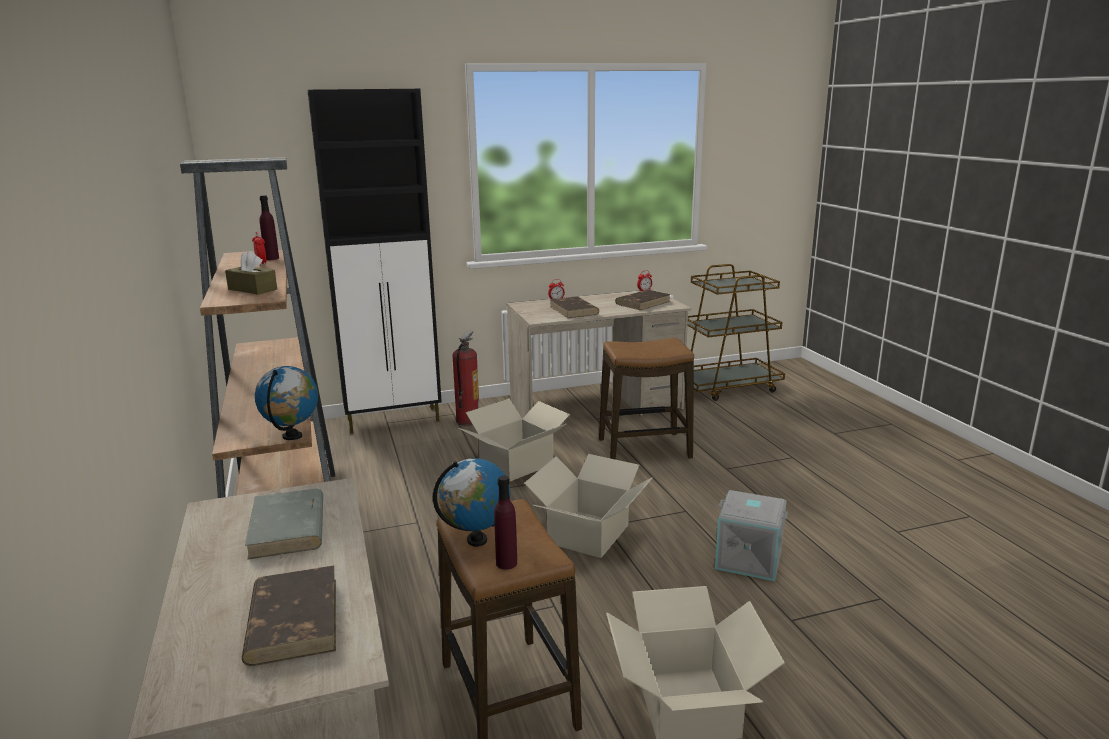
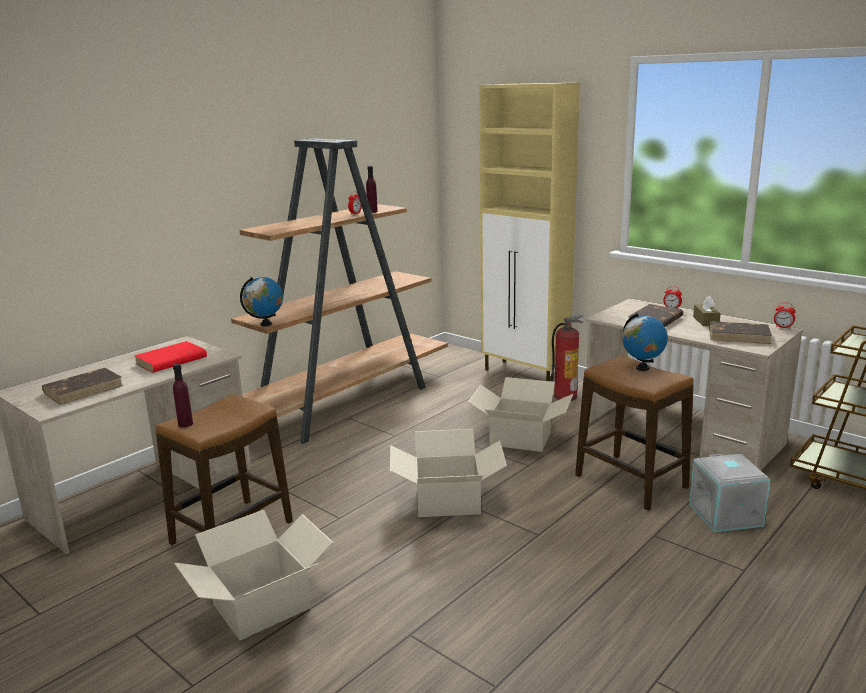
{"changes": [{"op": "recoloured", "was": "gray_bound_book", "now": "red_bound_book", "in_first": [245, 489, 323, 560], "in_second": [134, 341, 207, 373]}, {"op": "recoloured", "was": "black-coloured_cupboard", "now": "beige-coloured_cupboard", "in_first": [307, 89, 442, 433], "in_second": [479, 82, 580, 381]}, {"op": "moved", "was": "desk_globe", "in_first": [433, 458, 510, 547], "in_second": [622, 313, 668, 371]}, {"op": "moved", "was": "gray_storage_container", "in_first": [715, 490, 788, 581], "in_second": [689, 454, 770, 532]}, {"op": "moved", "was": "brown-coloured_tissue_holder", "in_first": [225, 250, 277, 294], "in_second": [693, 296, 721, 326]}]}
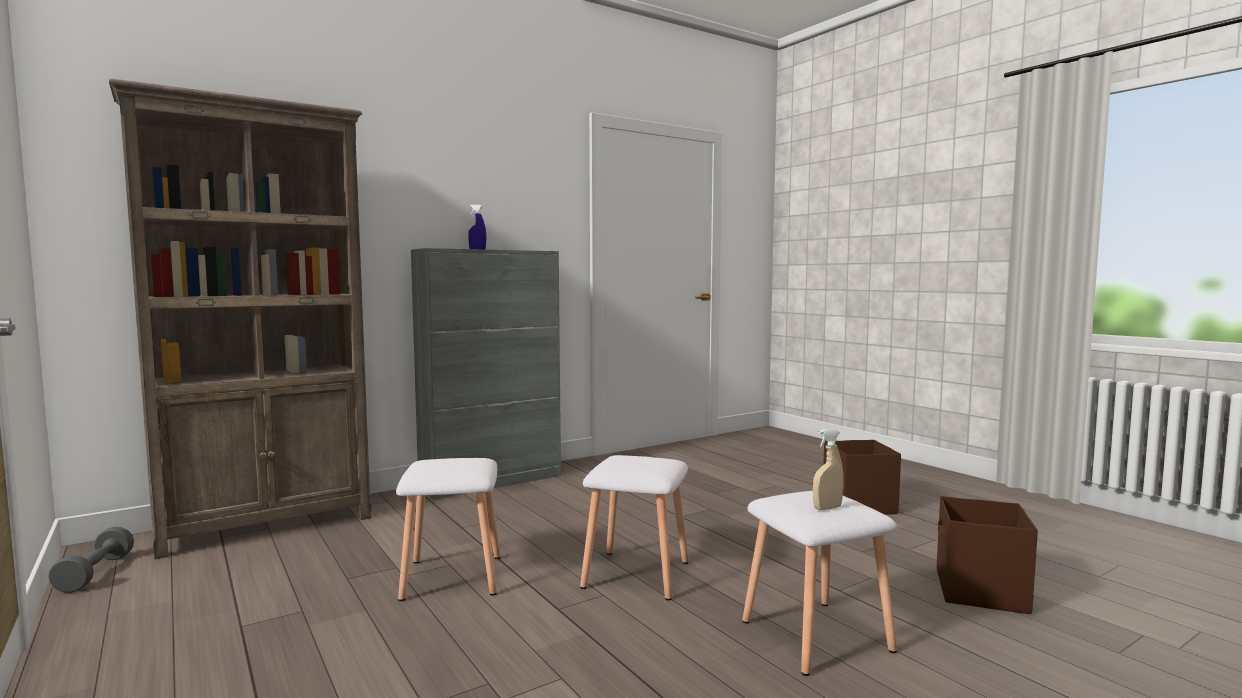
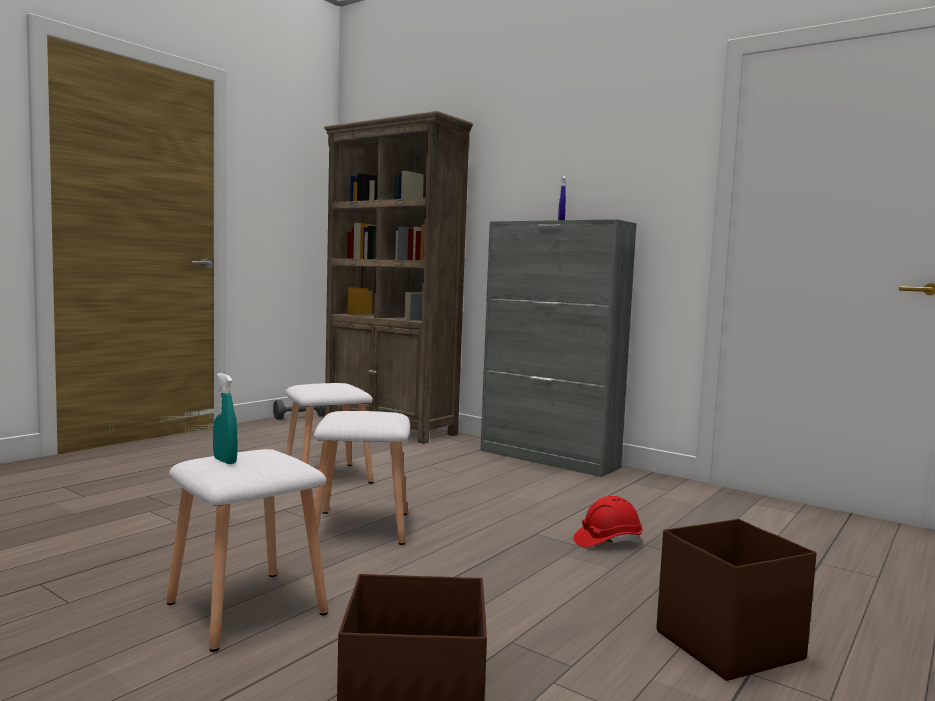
{"changes": [{"op": "recoloured", "was": "beige-coloured_spray_bottle", "now": "turquoise_spray_bottle", "in_first": [813, 429, 844, 510], "in_second": [213, 373, 238, 464]}, {"op": "added", "now": "red_work_helmet", "in_second": [573, 496, 643, 547]}]}
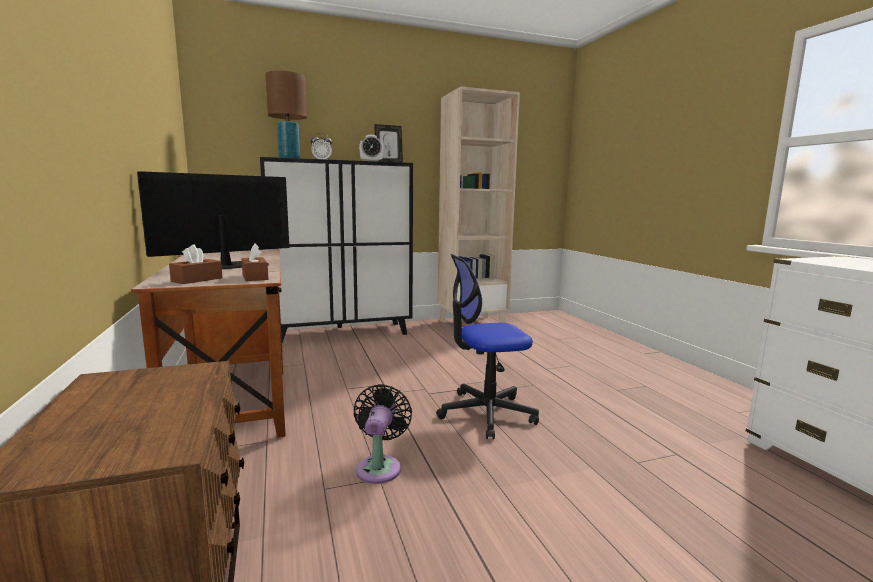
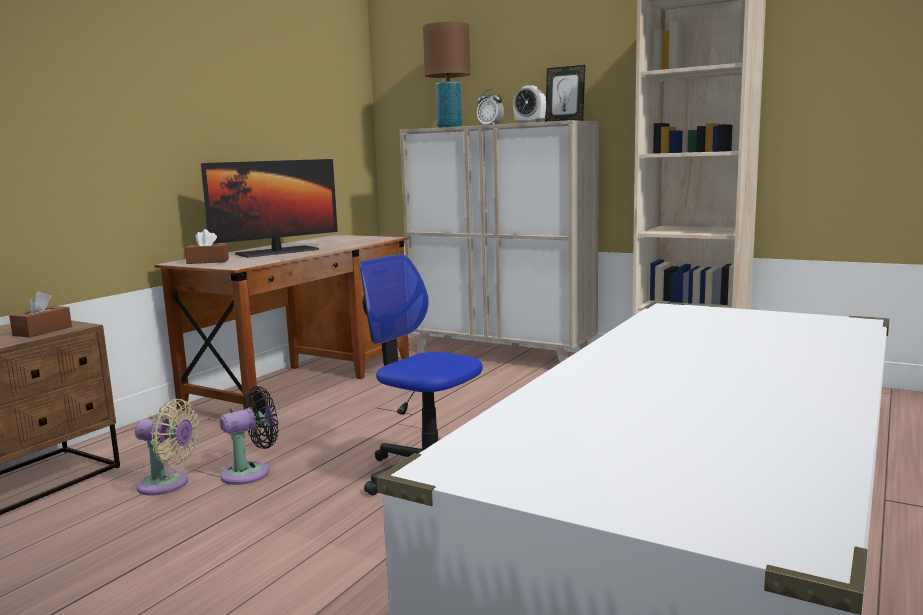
{"changes": [{"op": "moved", "was": "brown-coloured_tissue_holder", "in_first": [242, 243, 269, 281], "in_second": [9, 291, 72, 338]}, {"op": "added", "now": "beige-coloured_electric_fan", "in_second": [135, 399, 199, 495]}, {"op": "turned", "was": "monitor", "in_first": [137, 171, 289, 269], "in_second": [201, 159, 338, 258], "clockwise": 135}, {"op": "recoloured", "was": "black-coloured_cupboard", "now": "beige-coloured_cupboard", "in_first": [260, 157, 413, 343], "in_second": [400, 120, 599, 363]}]}
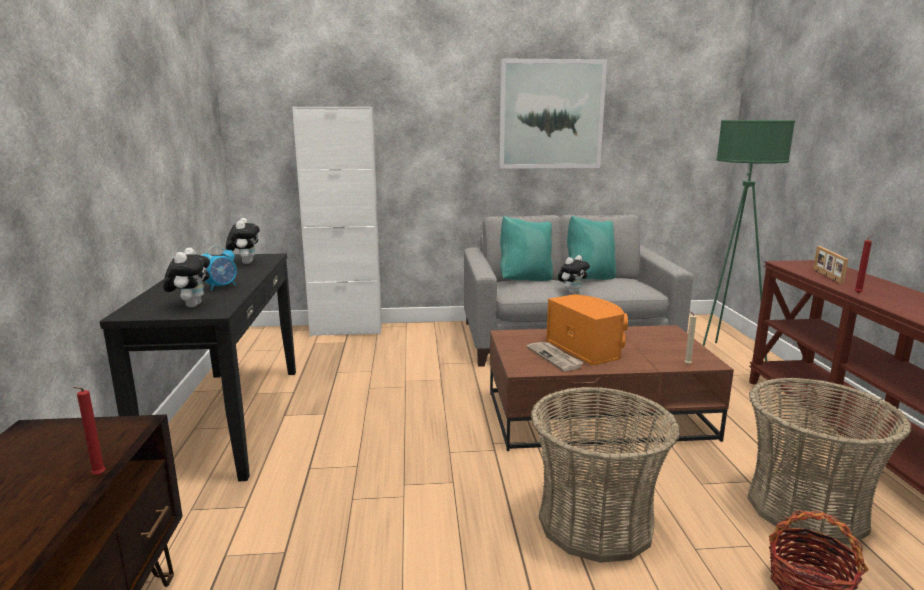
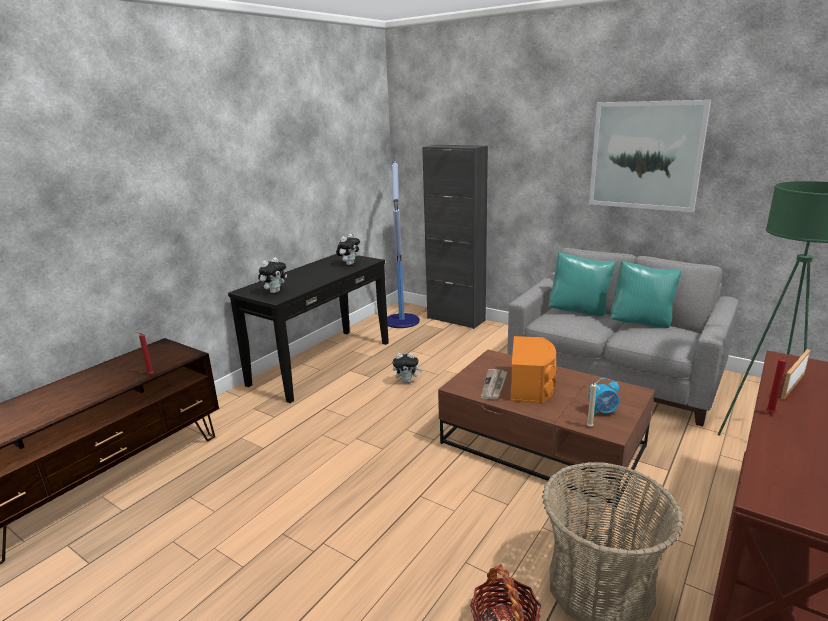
{"changes": [{"op": "added", "now": "standard_lamp", "in_second": [387, 161, 420, 328]}, {"op": "moved", "was": "soft_toy", "in_first": [558, 255, 590, 294], "in_second": [393, 353, 422, 383]}, {"op": "recoloured", "was": "whitish_cupboard", "now": "black-coloured_cupboard", "in_first": [292, 107, 382, 337], "in_second": [422, 145, 488, 329]}, {"op": "moved", "was": "alarm_clock", "in_first": [202, 246, 237, 291], "in_second": [588, 378, 619, 415]}, {"op": "removed", "was": "storage_basket", "in_first": [531, 387, 680, 563]}]}
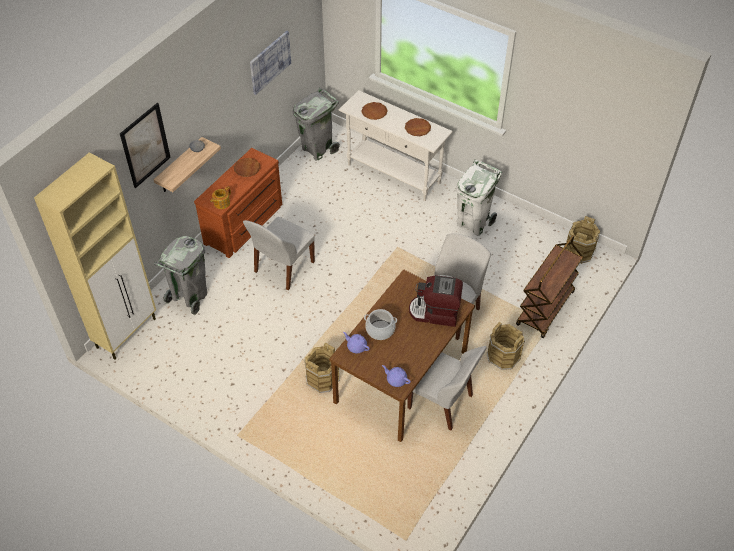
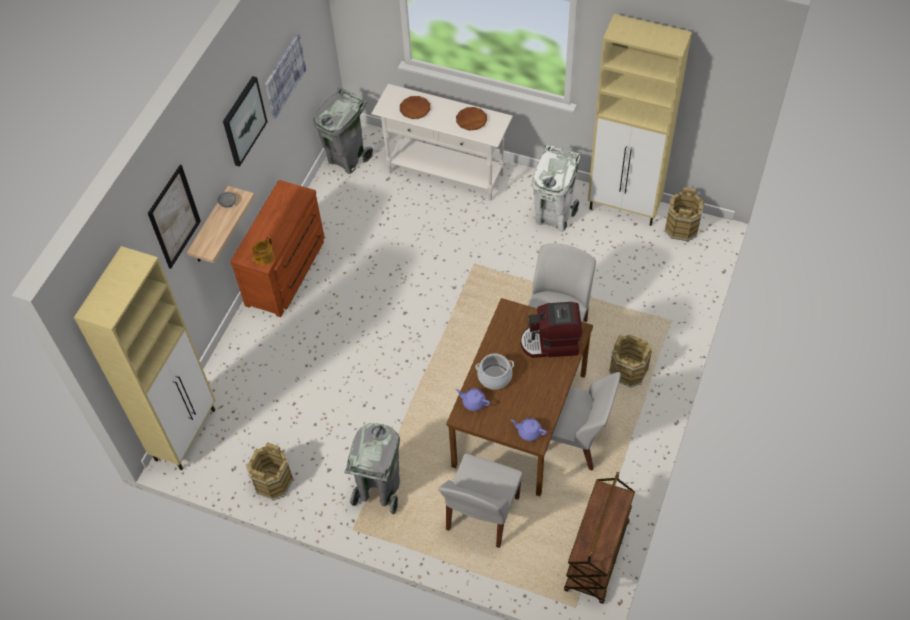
{"changes": [{"op": "added", "now": "picture", "in_second": [223, 76, 267, 167]}, {"op": "moved", "was": "brown-coloured_bucket", "in_first": [304, 343, 340, 393], "in_second": [246, 442, 294, 501]}, {"op": "moved", "was": "gray_rubbish_bin", "in_first": [154, 236, 207, 315], "in_second": [345, 423, 400, 514]}, {"op": "moved", "was": "whitish_upright_chair", "in_first": [243, 216, 315, 290], "in_second": [438, 454, 522, 548]}, {"op": "moved", "was": "brown-coloured_trolley", "in_first": [516, 235, 583, 338], "in_second": [564, 472, 635, 604]}, {"op": "added", "now": "beige-coloured_cupboard", "in_second": [588, 14, 692, 226]}, {"op": "removed", "was": "brown-coloured_dinner_plate", "in_first": [234, 158, 260, 177]}]}
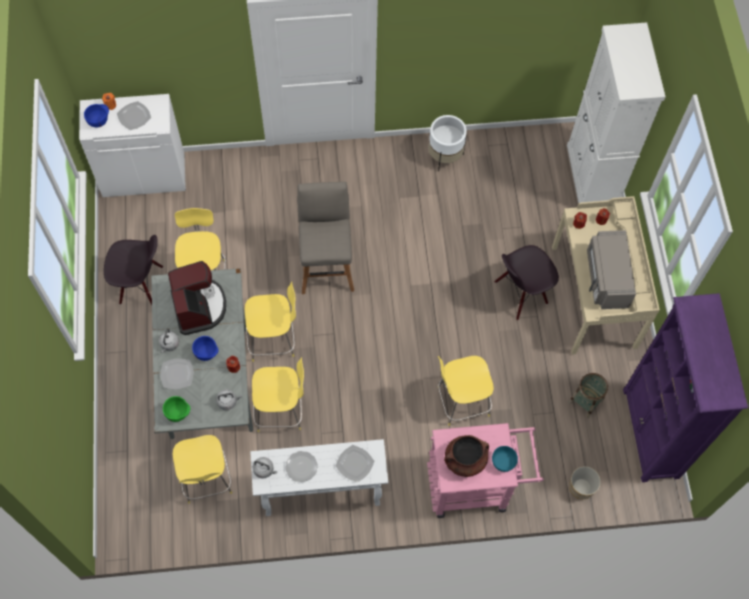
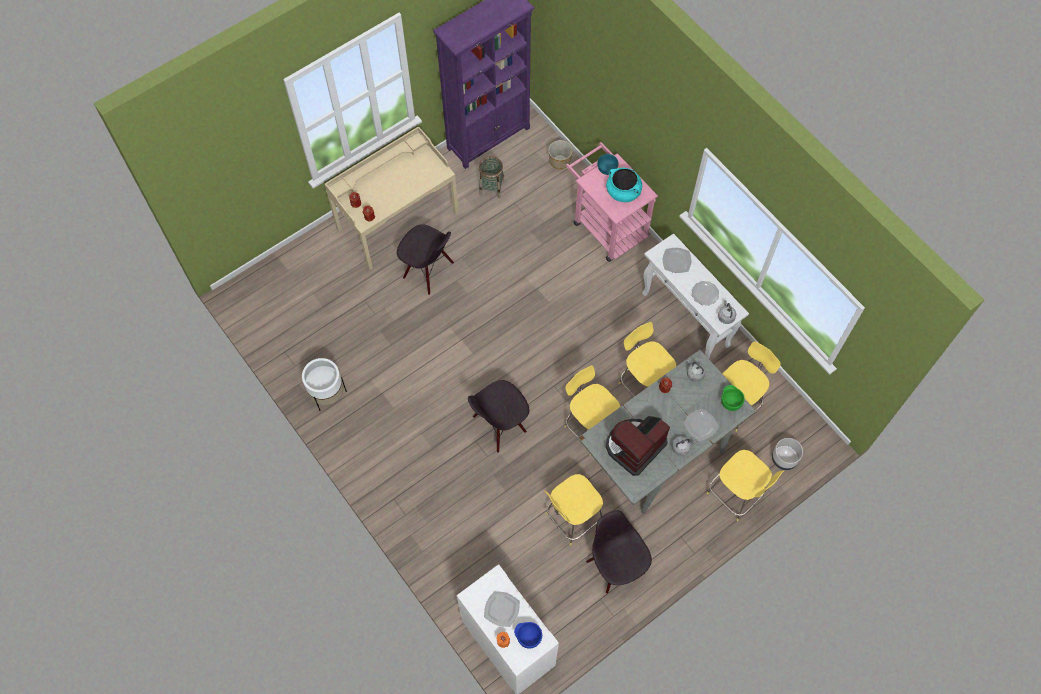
{"changes": [{"op": "replaced", "was": "gray_stool", "now": "black-coloured_upright_chair", "in_first": [297, 182, 354, 294], "in_second": [468, 380, 529, 453]}, {"op": "recoloured", "was": "brown-coloured_stockpot", "now": "turquoise_stockpot", "in_first": [444, 435, 489, 477], "in_second": [606, 168, 642, 202]}, {"op": "moved", "was": "yellow-coloured_stool", "in_first": [438, 356, 494, 426], "in_second": [706, 450, 785, 521]}, {"op": "added", "now": "gray_flower_pot", "in_second": [772, 438, 803, 470]}, {"op": "removed", "was": "blue_deep_dish", "in_first": [192, 336, 219, 361]}, {"op": "removed", "was": "whitish_cupboard", "in_first": [567, 22, 666, 203]}, {"op": "removed", "was": "gray_microwave", "in_first": [587, 230, 636, 309]}]}
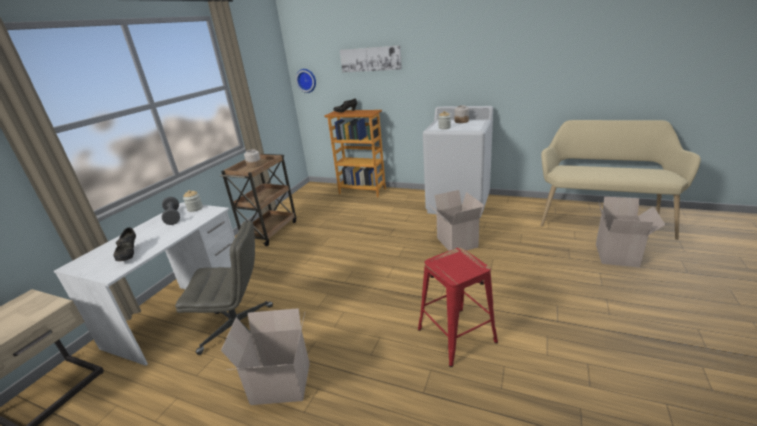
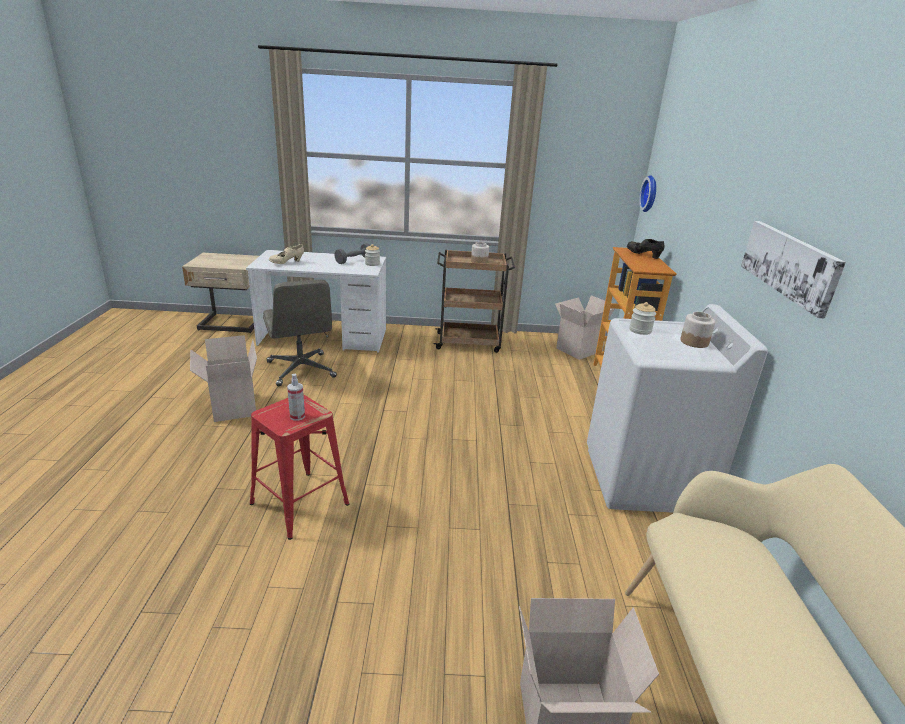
{"changes": [{"op": "recoloured", "was": "black-coloured_shoe", "now": "beige-coloured_shoe", "in_first": [113, 227, 136, 261], "in_second": [269, 244, 304, 264]}, {"op": "added", "now": "spray_bottle", "in_second": [287, 374, 305, 421]}, {"op": "moved", "was": "carton", "in_first": [427, 190, 484, 251], "in_second": [555, 295, 614, 360]}, {"op": "moved", "was": "picture", "in_first": [340, 45, 402, 72], "in_second": [741, 221, 846, 318]}]}
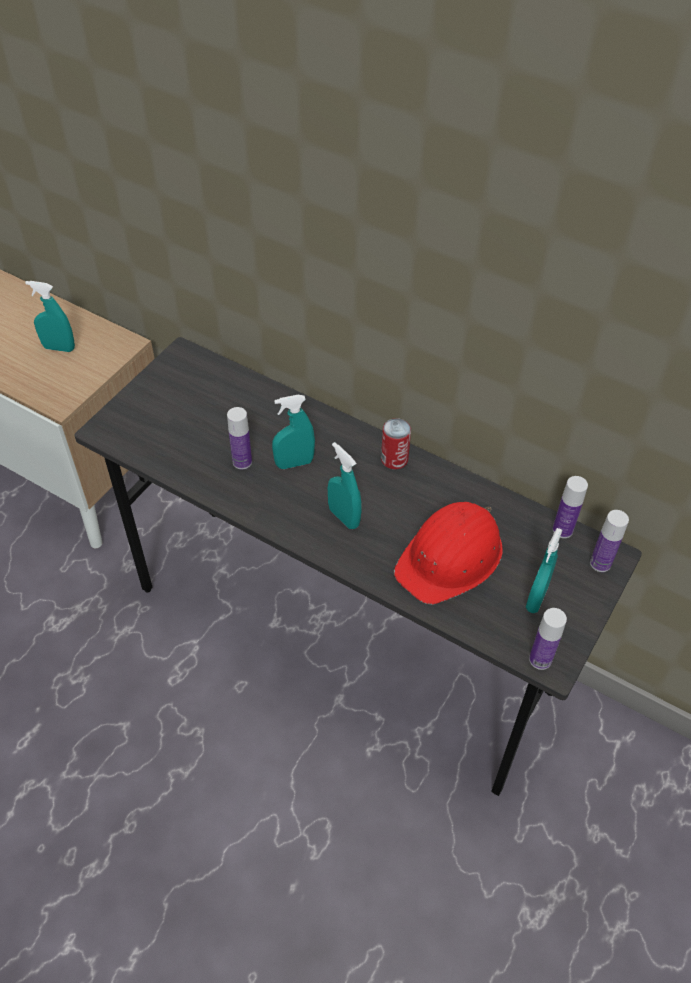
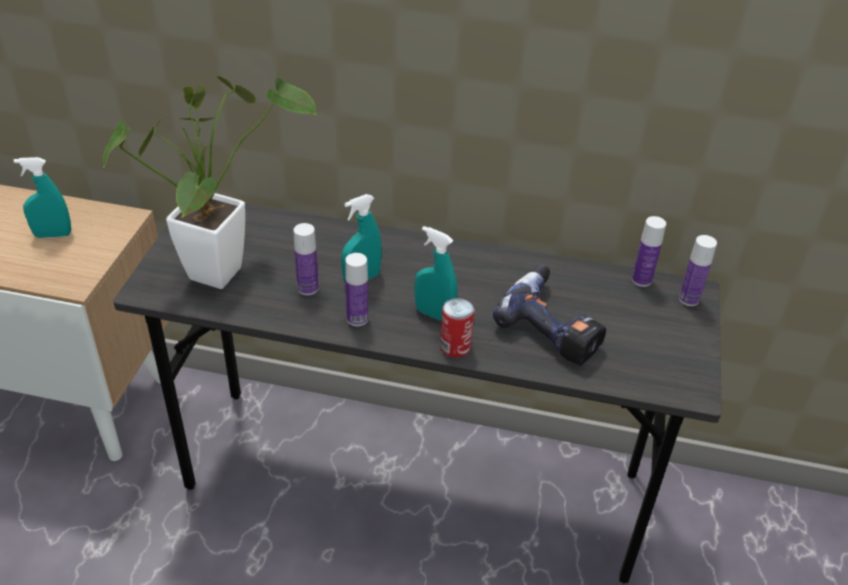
{"changes": [{"op": "added", "now": "potted_plant", "in_second": [102, 76, 316, 289]}, {"op": "moved", "was": "drink_bottle", "in_first": [529, 608, 567, 670], "in_second": [345, 253, 368, 326]}, {"op": "moved", "was": "sealed_can", "in_first": [381, 418, 411, 469], "in_second": [440, 298, 474, 358]}, {"op": "replaced", "was": "red_work_helmet", "now": "drill", "in_first": [394, 502, 503, 605], "in_second": [493, 265, 606, 365]}, {"op": "removed", "was": "turquoise_spray_bottle", "in_first": [526, 528, 562, 613]}]}
